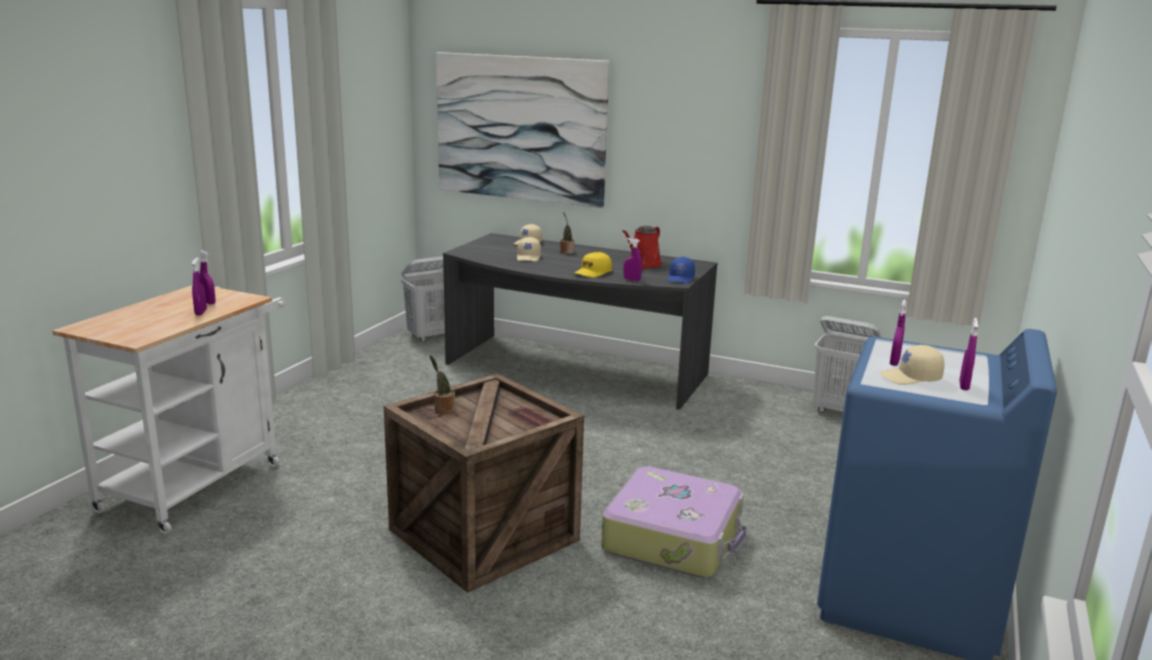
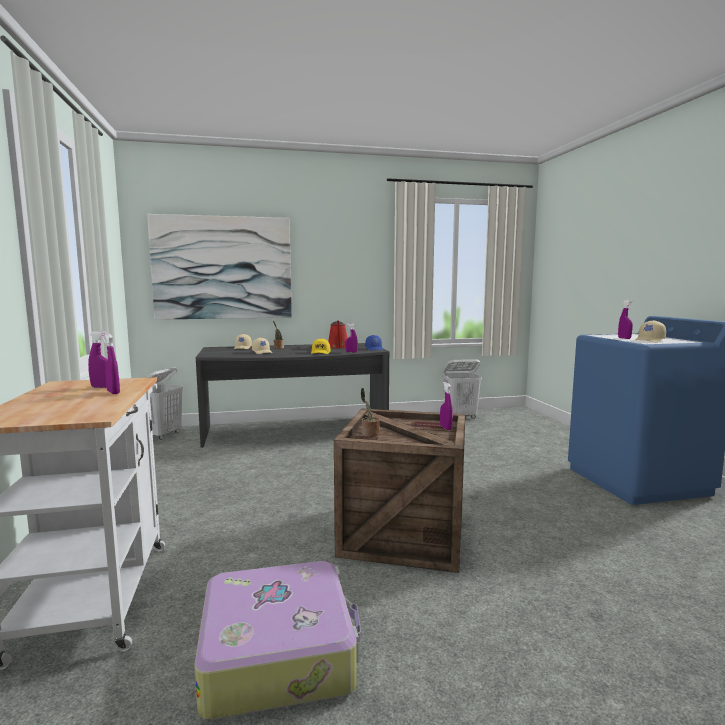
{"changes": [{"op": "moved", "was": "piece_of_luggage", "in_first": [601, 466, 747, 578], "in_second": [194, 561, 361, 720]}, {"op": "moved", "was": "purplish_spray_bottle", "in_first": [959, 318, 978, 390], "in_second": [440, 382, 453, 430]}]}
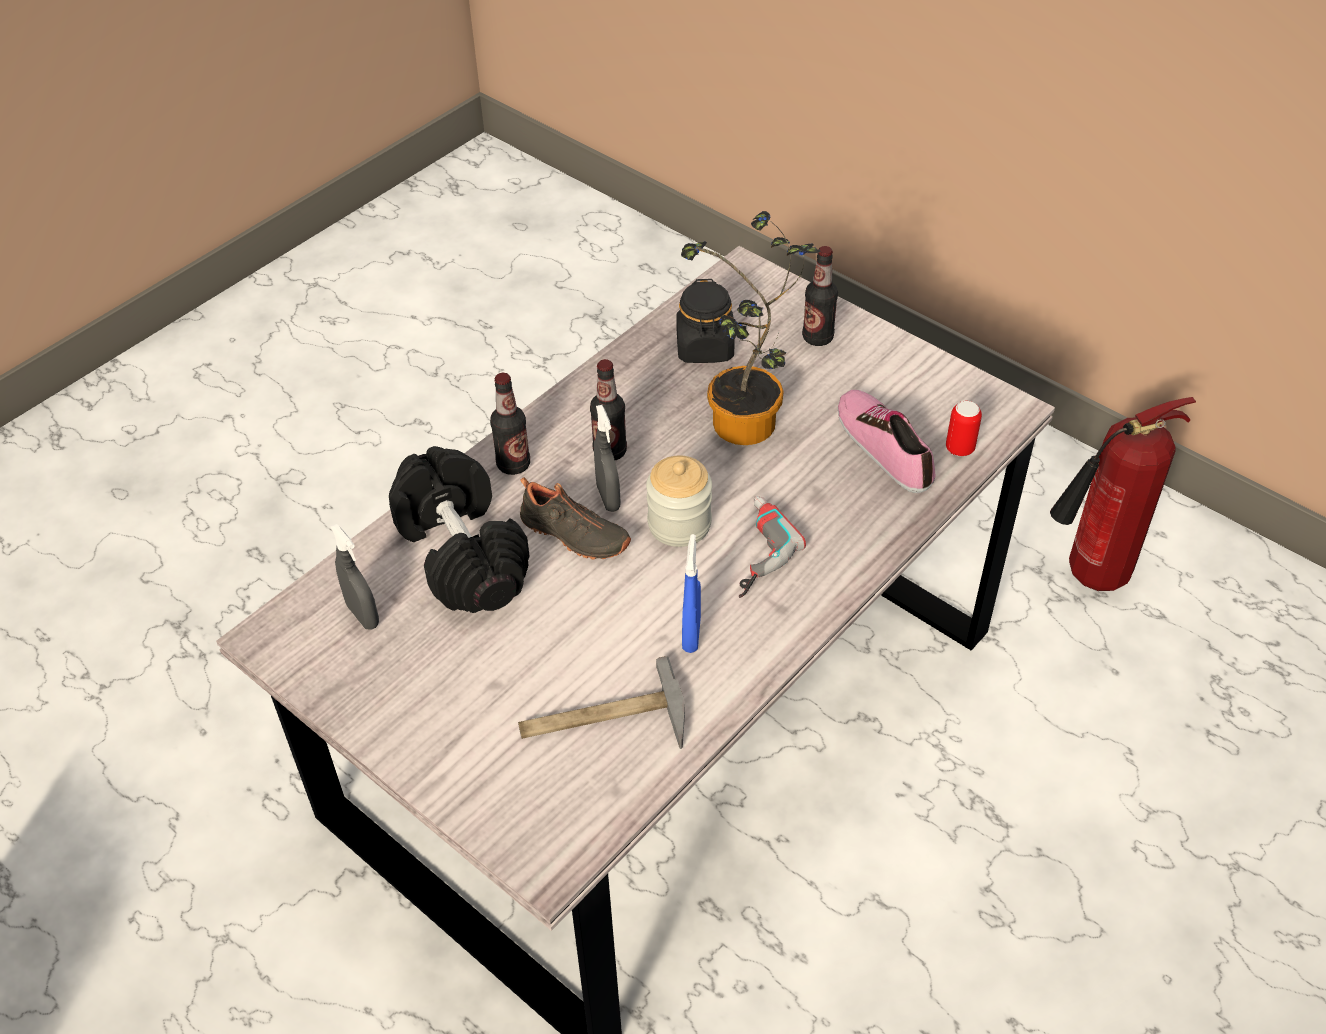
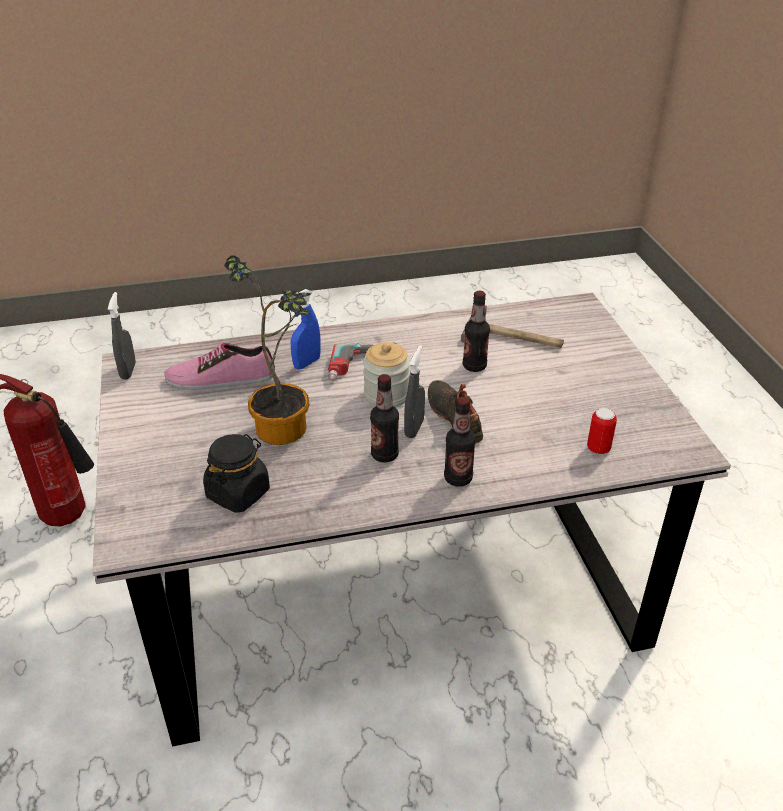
{"changes": [{"op": "moved", "was": "gray_spray_bottle", "in_first": [330, 523, 379, 630], "in_second": [108, 292, 136, 379]}, {"op": "turned", "was": "shoe", "in_first": [838, 390, 936, 493], "in_second": [165, 343, 275, 390], "clockwise": 75}, {"op": "moved", "was": "blue_spray_bottle", "in_first": [682, 534, 701, 653], "in_second": [291, 289, 321, 369]}, {"op": "moved", "was": "drink_bottle", "in_first": [802, 246, 838, 346], "in_second": [463, 291, 490, 372]}, {"op": "moved", "was": "sealed_can", "in_first": [946, 401, 982, 457], "in_second": [587, 408, 617, 455]}, {"op": "removed", "was": "black-coloured_hand_weight", "in_first": [389, 446, 530, 613]}]}
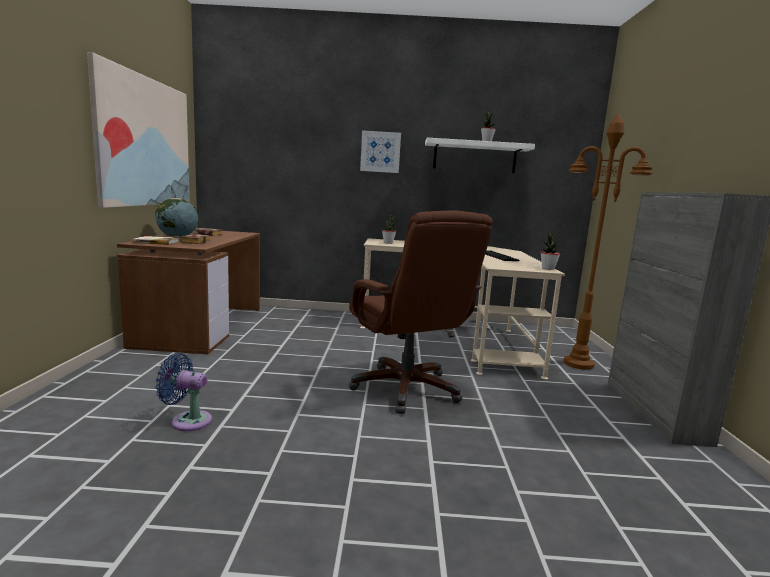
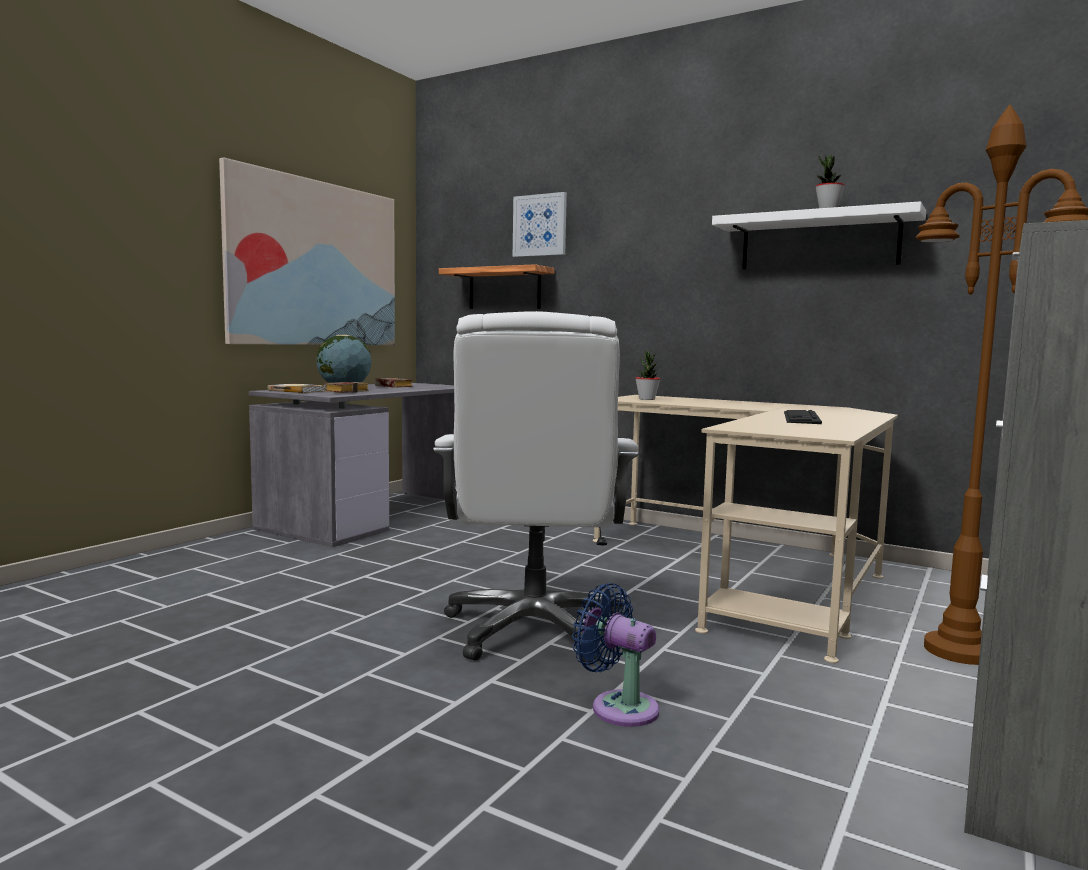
{"changes": [{"op": "recoloured", "was": "brown-coloured_desk_unit", "now": "gray_desk_unit", "in_first": [117, 231, 260, 354], "in_second": [249, 383, 457, 547]}, {"op": "recoloured", "was": "brown-coloured_office_chair", "now": "whitish_office_chair", "in_first": [349, 210, 493, 414], "in_second": [433, 311, 639, 663]}, {"op": "added", "now": "wall_shelf", "in_second": [439, 264, 554, 309]}, {"op": "moved", "was": "picture", "in_first": [360, 130, 401, 173], "in_second": [513, 192, 567, 257]}, {"op": "moved", "was": "blue_electric_fan", "in_first": [155, 353, 212, 431], "in_second": [572, 583, 660, 727]}, {"op": "removed", "was": "potted_plant", "in_first": [541, 232, 560, 270]}]}
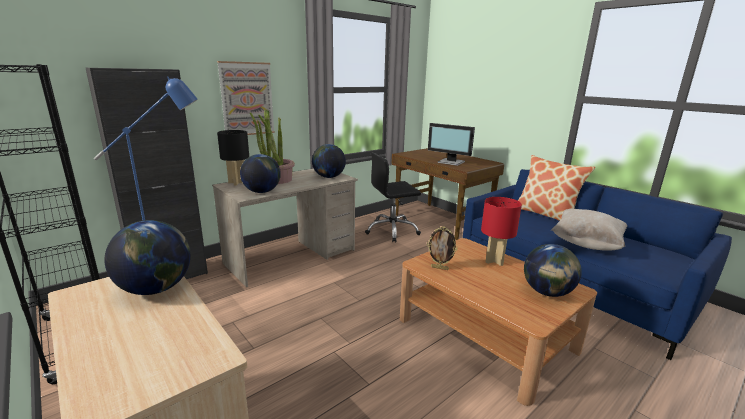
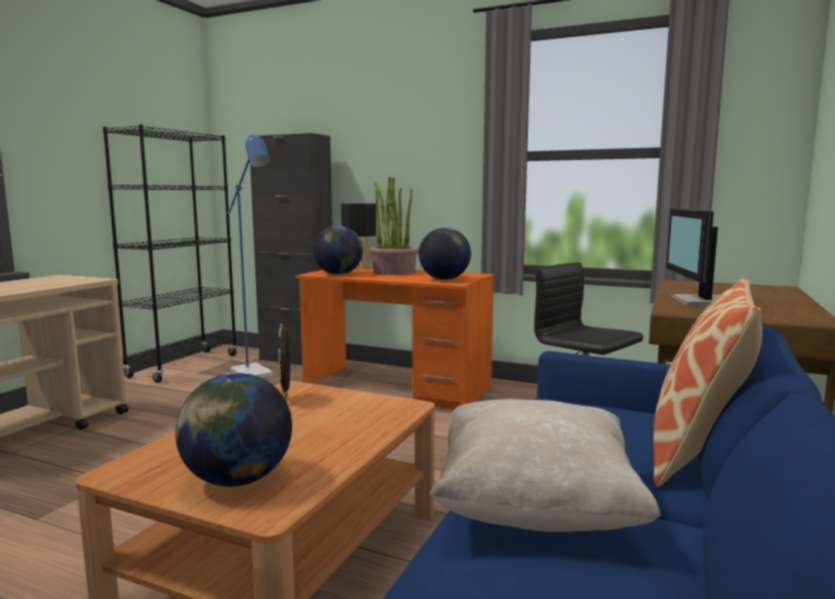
{"changes": [{"op": "recoloured", "was": "beige-coloured_desk_unit", "now": "orange_desk_unit", "in_first": [212, 168, 358, 287], "in_second": [296, 267, 494, 409]}, {"op": "removed", "was": "desk_globe", "in_first": [104, 220, 191, 295]}, {"op": "removed", "was": "picture", "in_first": [217, 61, 275, 135]}, {"op": "removed", "was": "red_lamp_for_a_table", "in_first": [481, 197, 522, 266]}]}
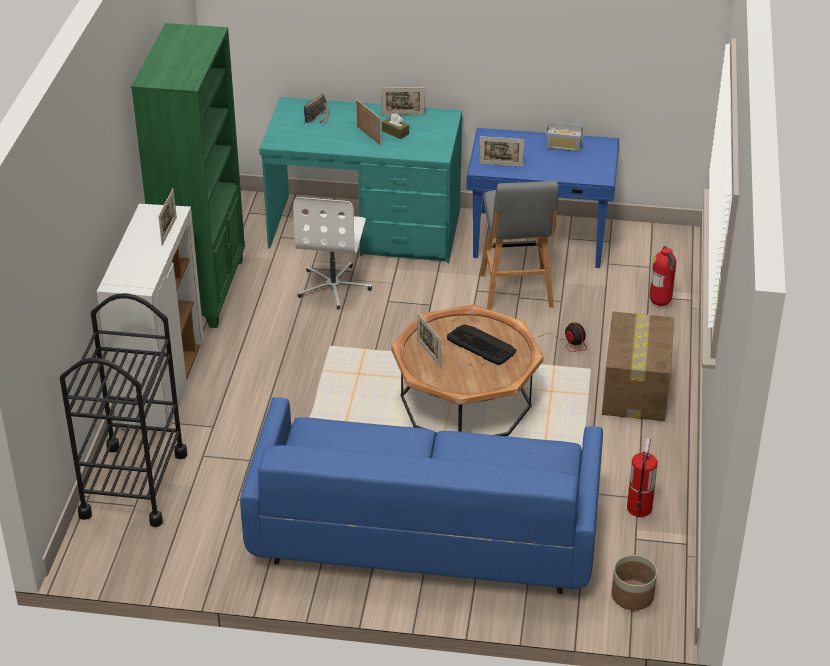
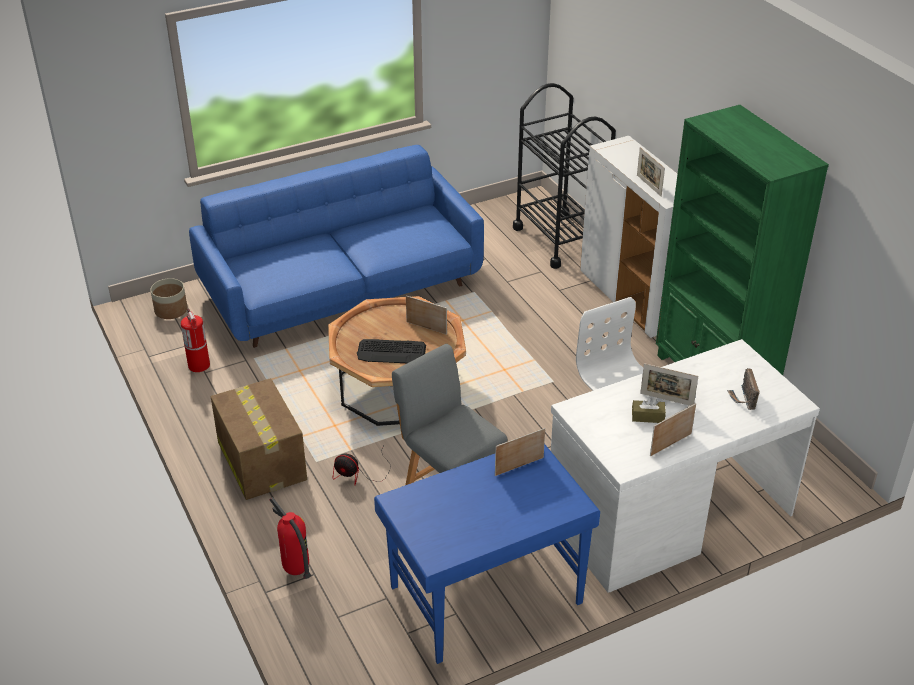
{"changes": [{"op": "recoloured", "was": "turquoise_desk_unit", "now": "whitish_desk_unit", "in_first": [259, 97, 462, 263], "in_second": [551, 339, 820, 593]}, {"op": "removed", "was": "radio_receiver", "in_first": [546, 122, 583, 152]}]}
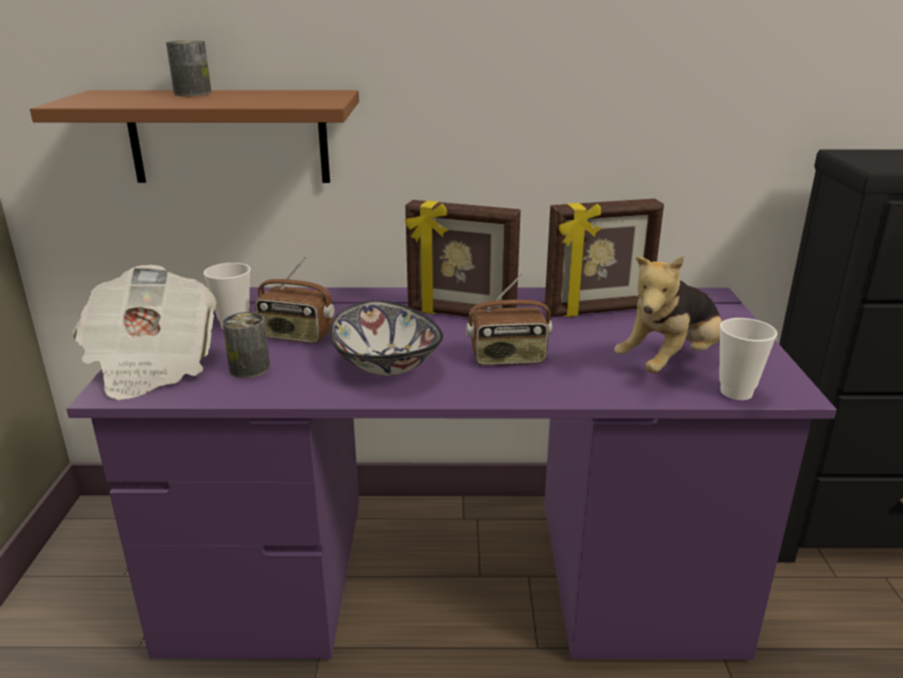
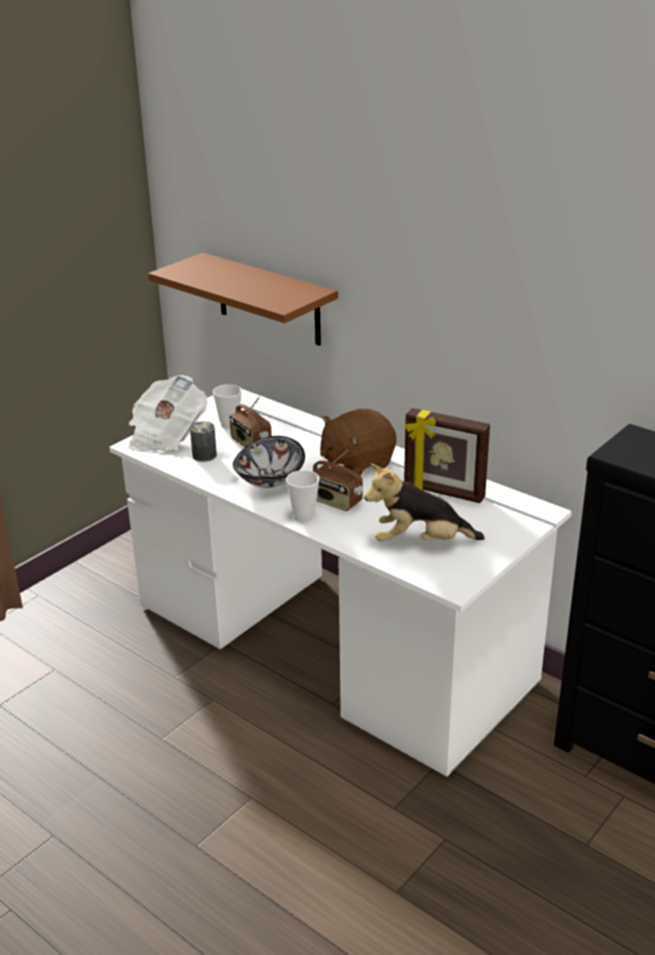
{"changes": [{"op": "recoloured", "was": "purplish_desk_unit", "now": "whitish_desk_unit", "in_first": [66, 287, 837, 659], "in_second": [109, 389, 572, 777]}, {"op": "moved", "was": "drinking_cup", "in_first": [719, 318, 778, 400], "in_second": [286, 470, 320, 522]}, {"op": "replaced", "was": "picture_frame", "now": "brown-coloured_soft_toy", "in_first": [405, 200, 521, 317], "in_second": [320, 408, 397, 476]}, {"op": "removed", "was": "sealed_can", "in_first": [166, 40, 212, 96]}]}
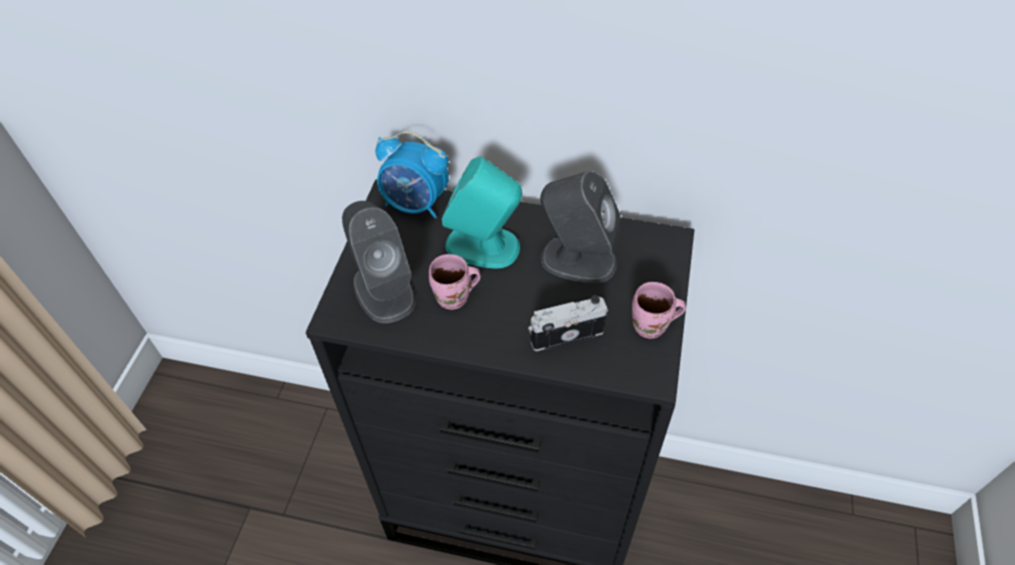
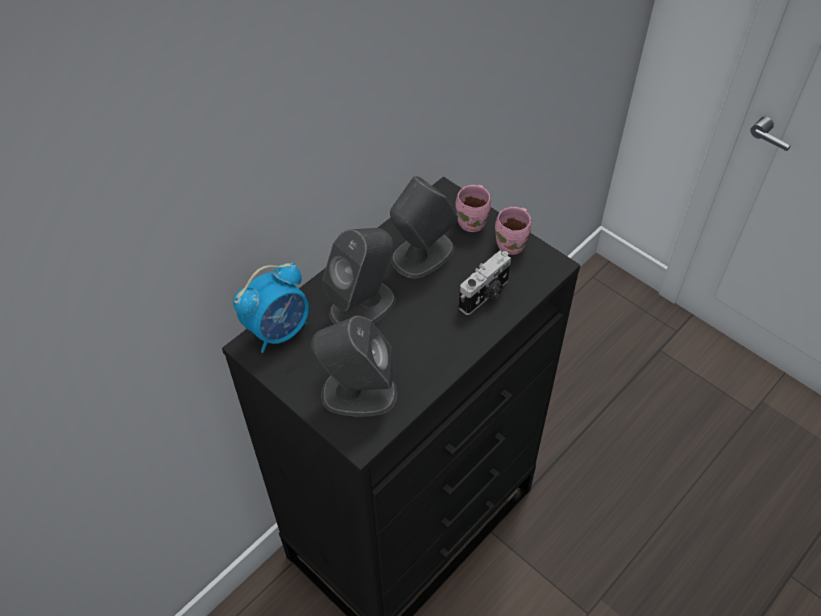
{"changes": [{"op": "recoloured", "was": "turquoise_speaker", "now": "gray_speaker", "in_first": [442, 156, 522, 269], "in_second": [323, 228, 396, 324]}, {"op": "moved", "was": "pinkish_tea_mug", "in_first": [429, 254, 481, 310], "in_second": [455, 185, 491, 232]}, {"op": "turned", "was": "still_camera", "in_first": [528, 295, 608, 351], "in_second": [459, 251, 511, 315], "clockwise": -150}]}
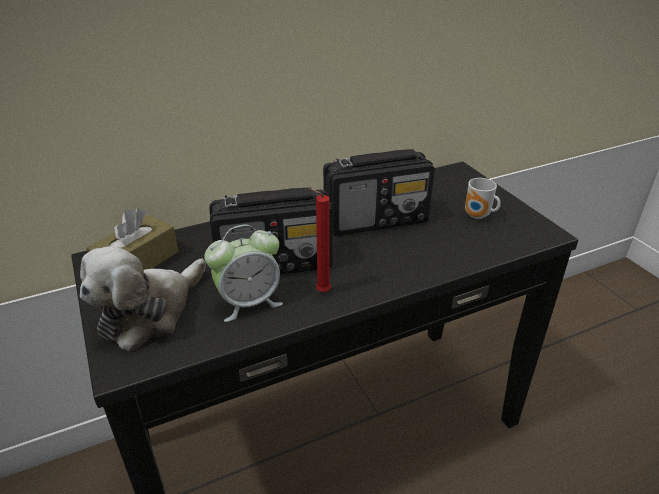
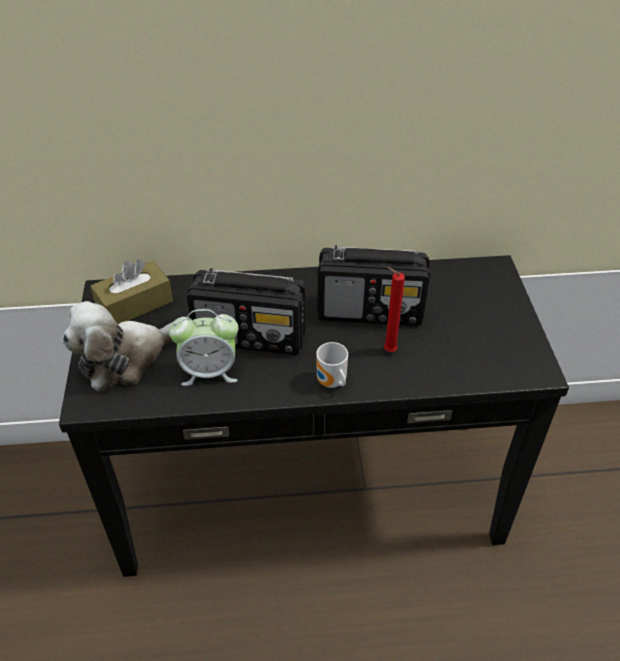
{"changes": [{"op": "moved", "was": "tea_mug", "in_first": [465, 178, 501, 219], "in_second": [316, 342, 348, 388]}, {"op": "moved", "was": "red_candle", "in_first": [309, 188, 331, 292], "in_second": [384, 267, 405, 352]}]}
